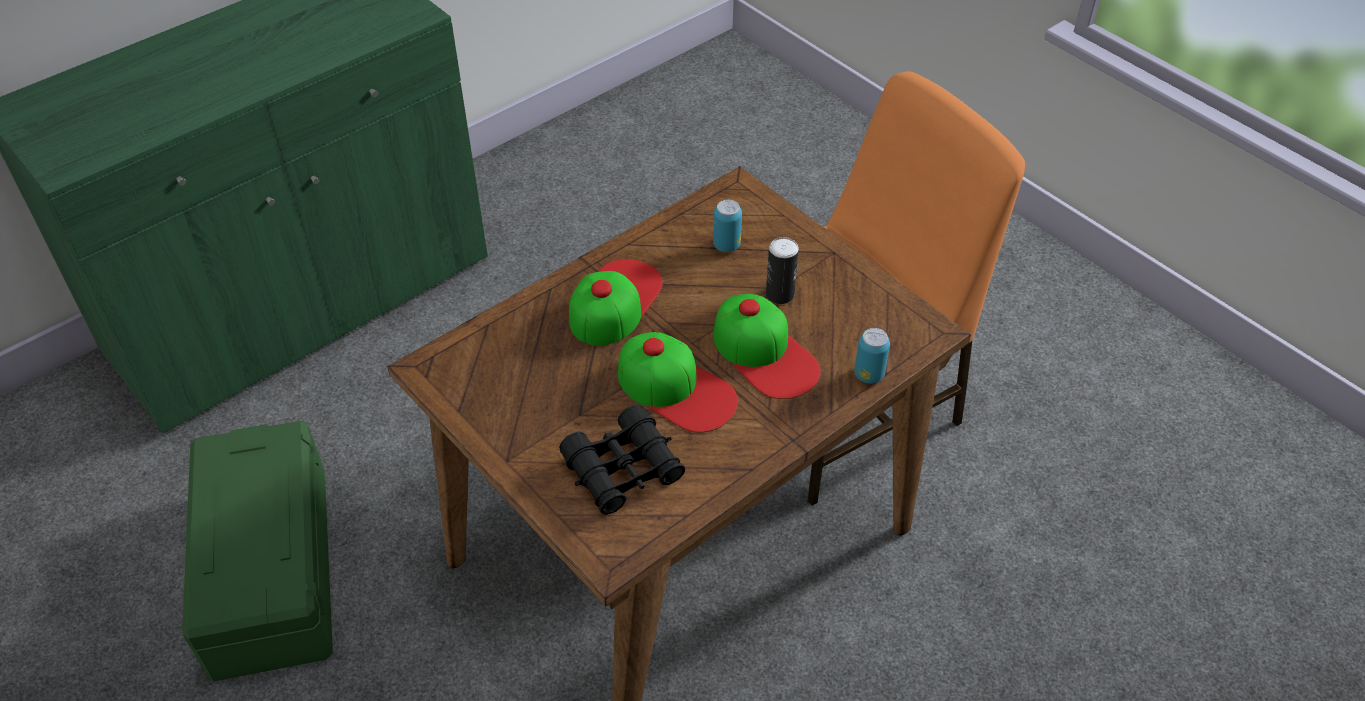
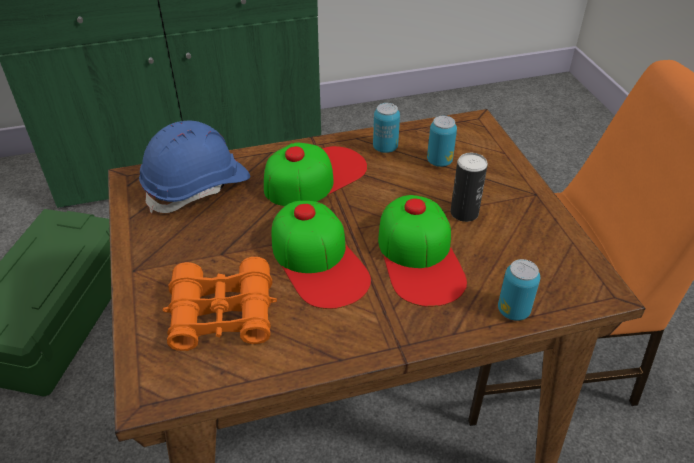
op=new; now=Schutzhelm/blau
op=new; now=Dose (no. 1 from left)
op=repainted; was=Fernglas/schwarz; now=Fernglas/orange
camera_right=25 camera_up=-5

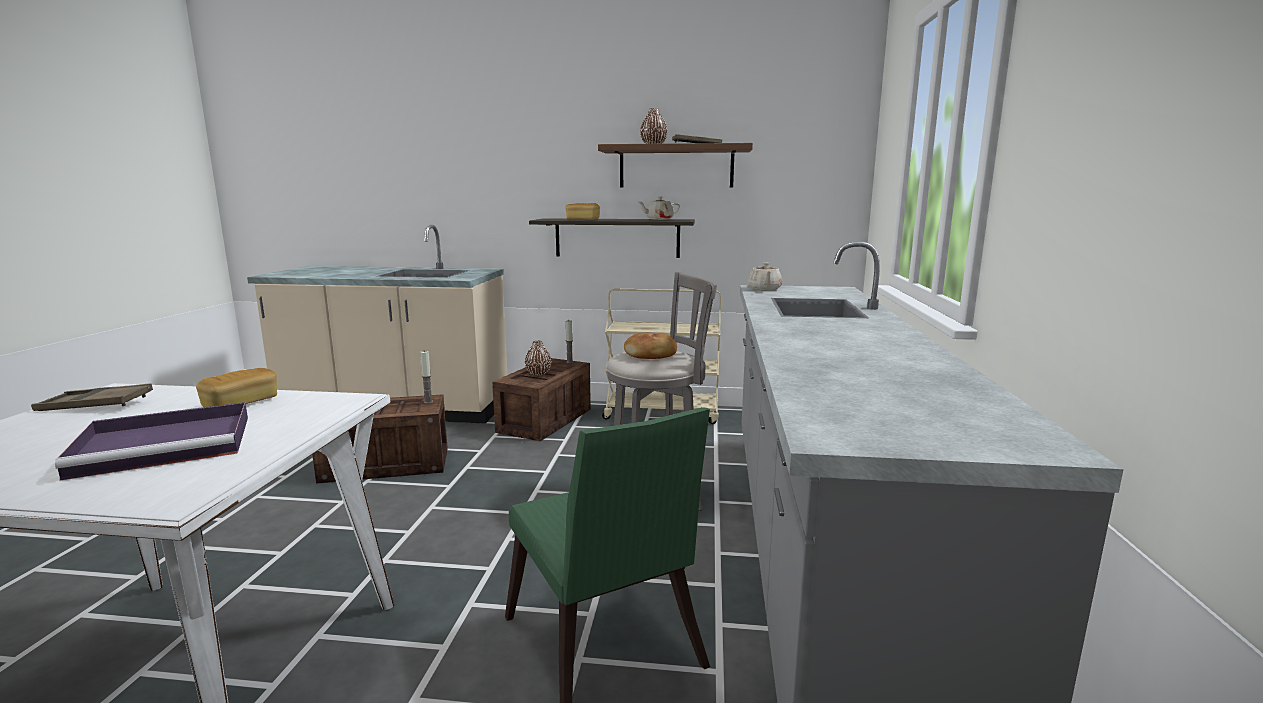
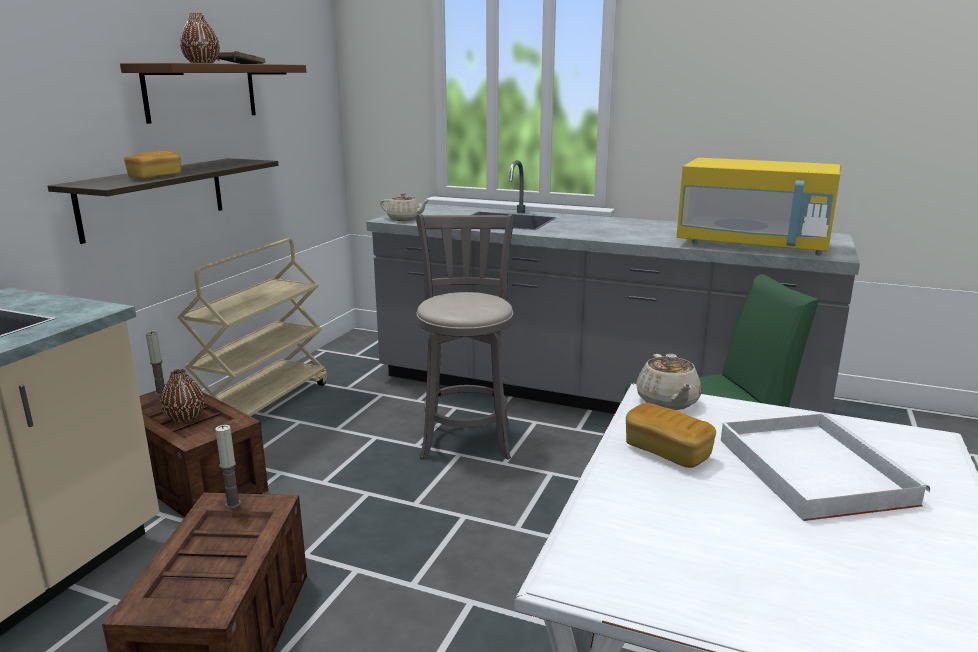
op=gone; was=Tablett/braun (no. 1 from left)
op=gone; was=Brot (no. 3 from left)
op=new; now=Mikrowelle/gelb
op=shifted; was=Teekanne/beige (no. 1 from left in the first image); now=Teekanne/beige (no. 2 from left)
op=repainted; was=Tablett/lila; now=Tablett/weiß
camera_right=-75 camera_up=5

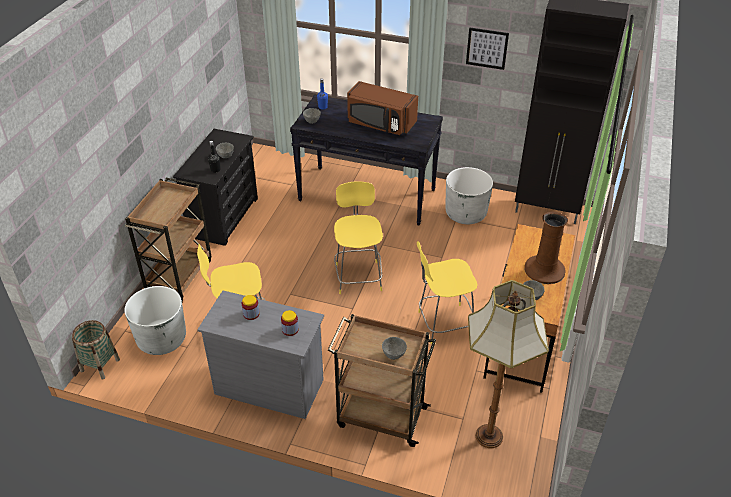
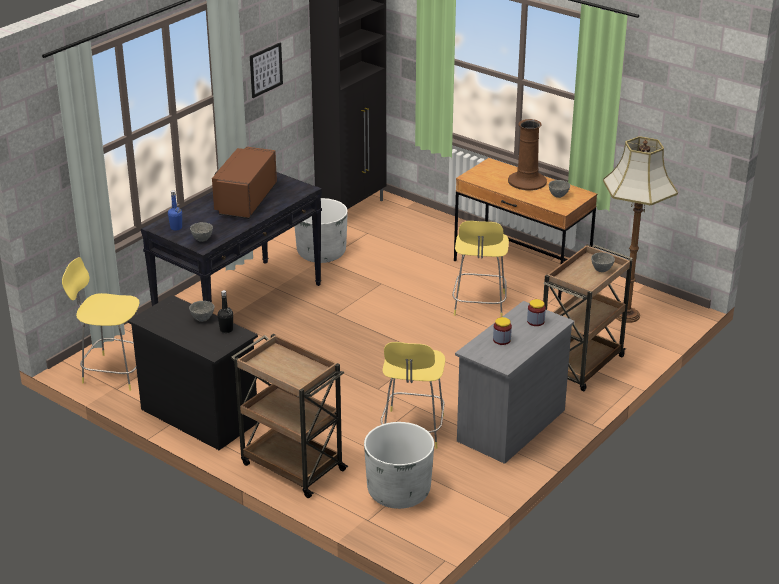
op=gone; was=Korb
op=shifted; was=Hocker/gelb (no. 2 from left in the first image); now=Hocker/gelb (no. 1 from left)
op=rotated; was=Mikrowelle/braun; clockwise=150
camera_right=-70 camera_up=-10

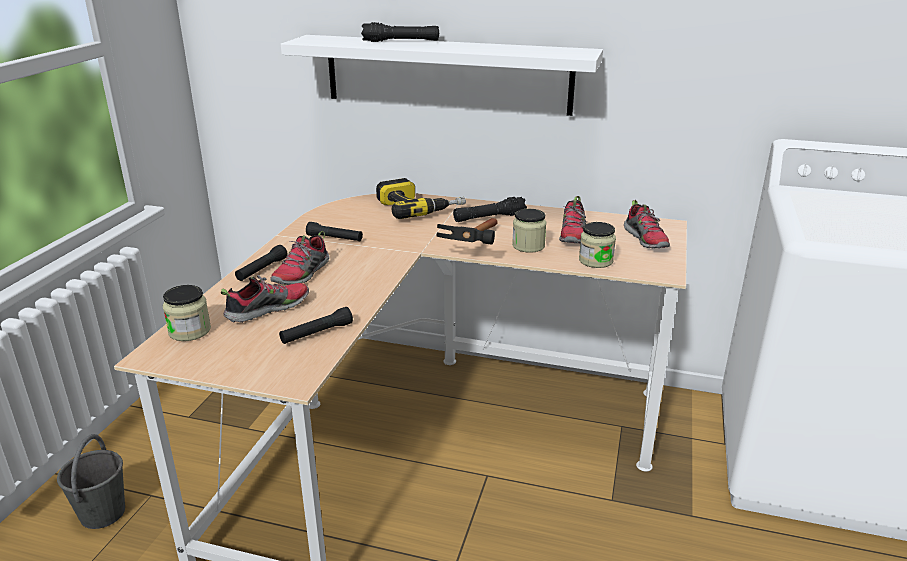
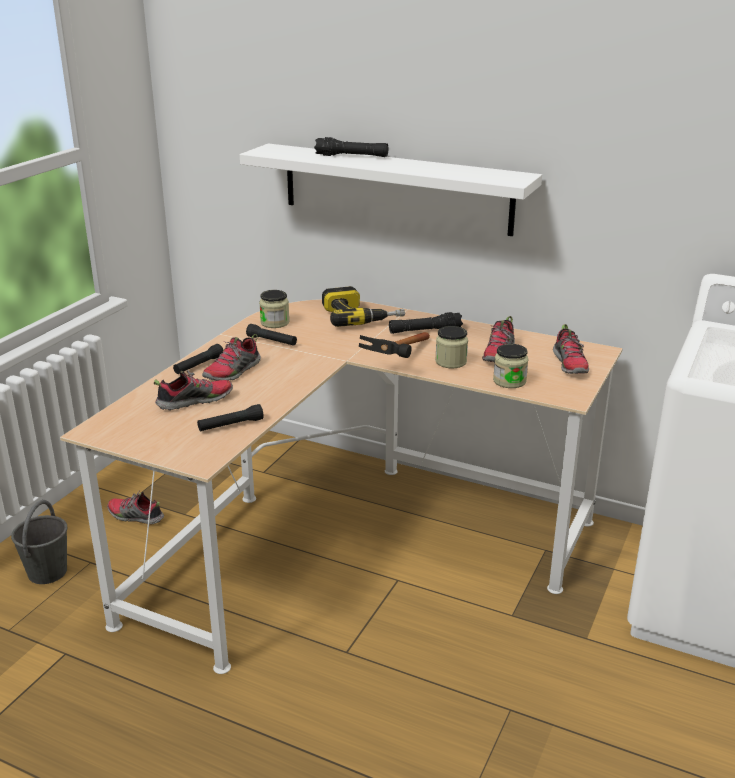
op=new; now=Schuh (no. 1 from left)
op=shifted; was=Vorratsglas (no. 1 from left)
camera_right=10 camera_up=0

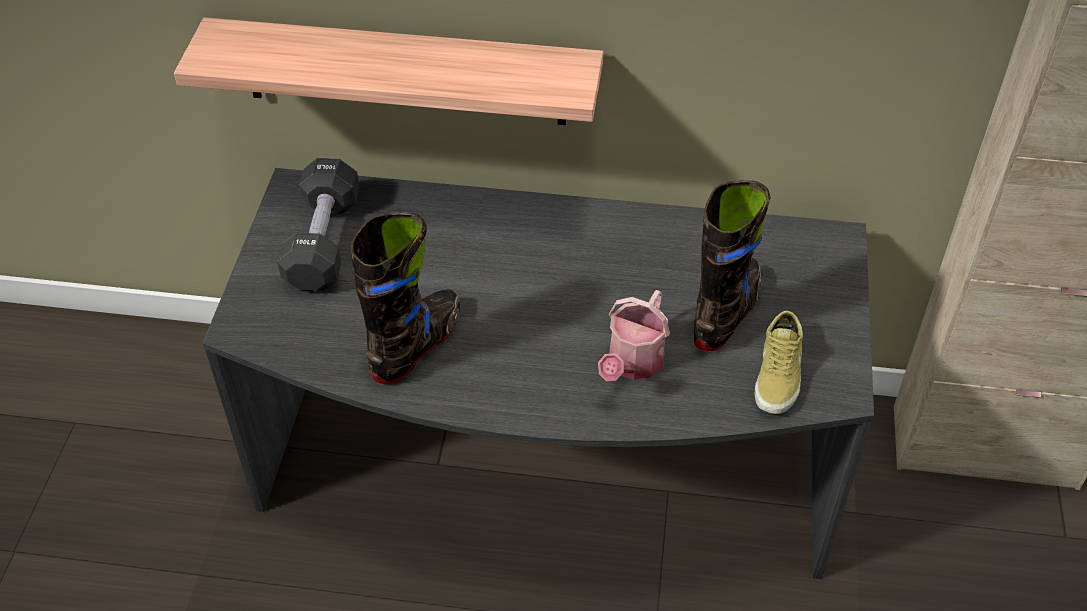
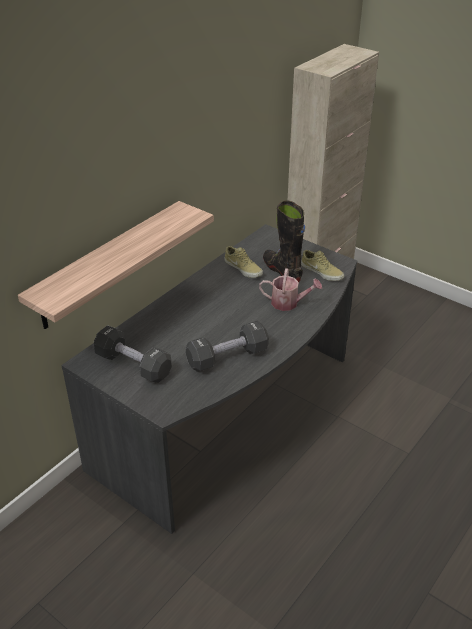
op=new; now=Schuh/beige (no. 1 from left)
op=swapped; was=Stiefel/schwarz (no. 1 from left); now=Hantel/schwarz (no. 2 from left)
op=rotated; was=Gießkanne; clockwise=-45
camera_right=-60 camera_up=-10

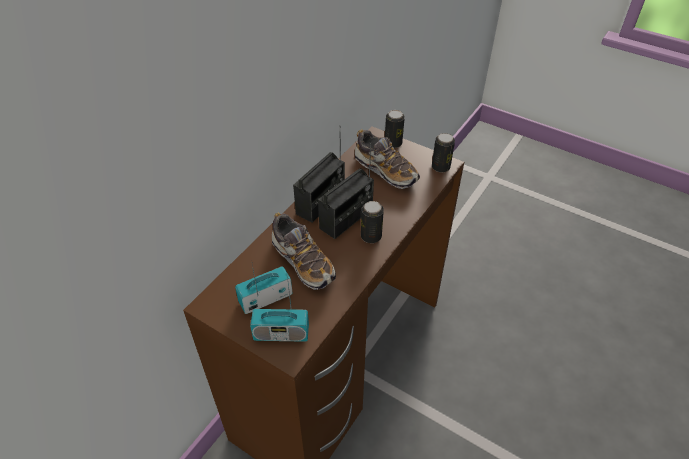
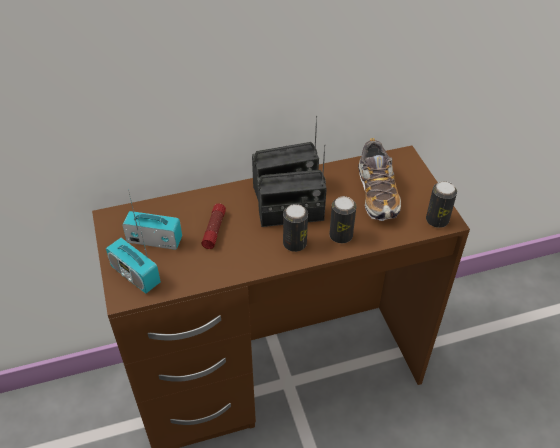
op=shifted; was=Dose (no. 2 from left)
op=swapped; was=Schuh (no. 1 from left); now=Taschenlampe
camera_right=40 camera_up=0

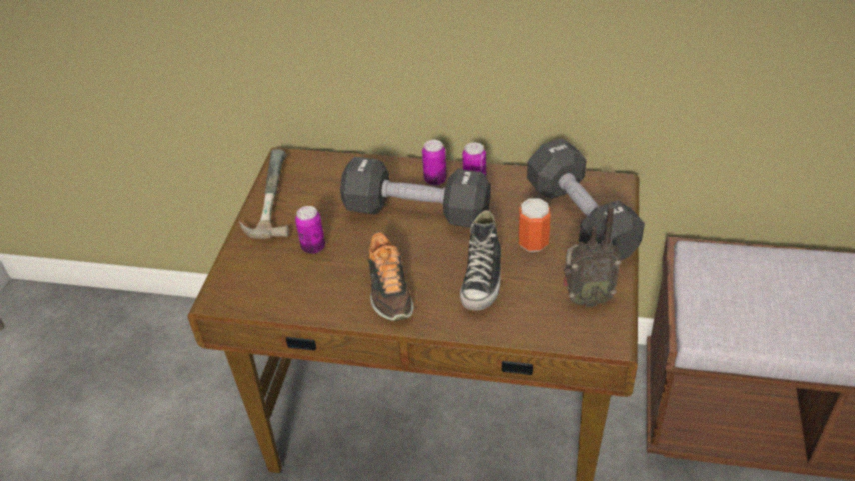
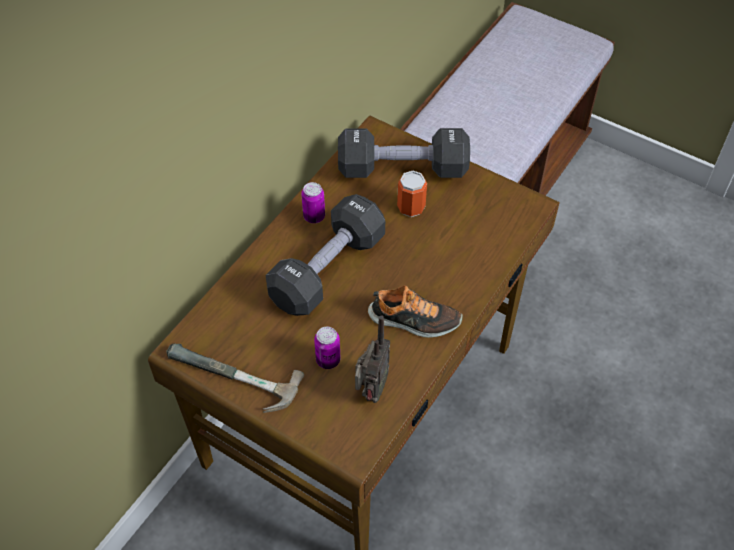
op=gone; was=Dose (no. 2 from left)
op=gone; was=Schuh (no. 2 from left)
op=shifted; was=Radio
camera_right=-70 camera_up=10

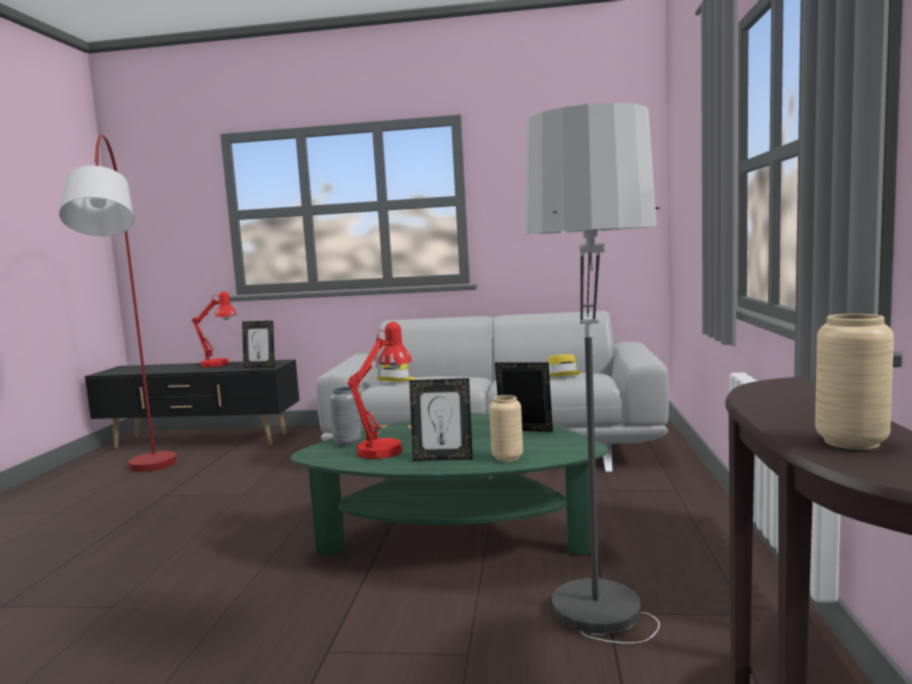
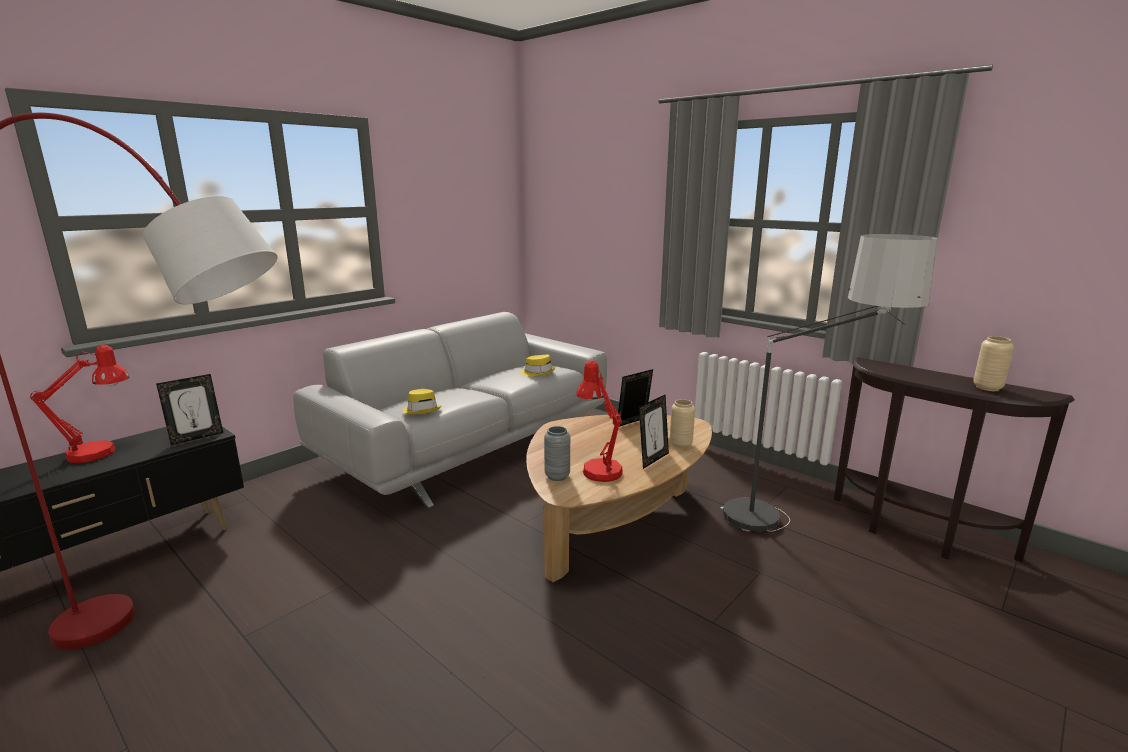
op=repainted; was=Couchtisch/grün; now=Couchtisch/braun
camera_right=-55 camera_up=10

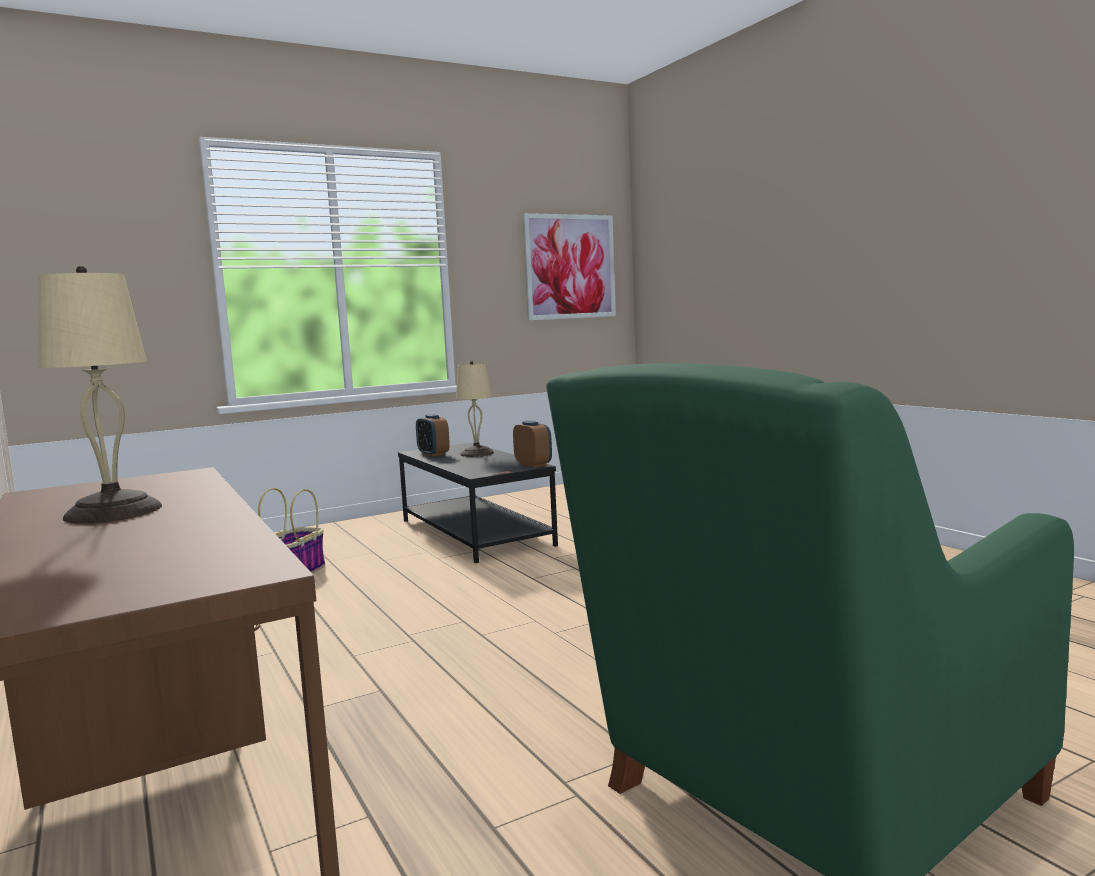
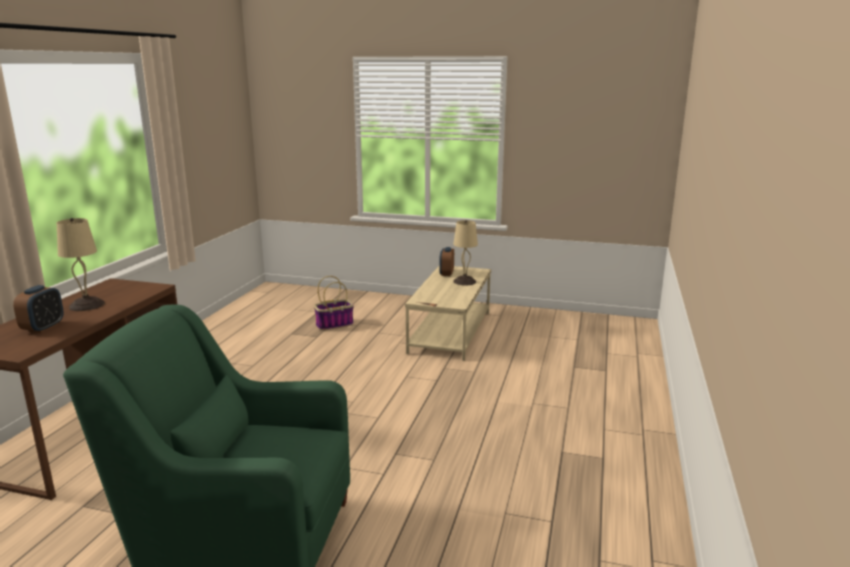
op=gone; was=Bild
op=shifted; was=Wecker (no. 2 from left in the first image); now=Wecker (no. 1 from left)
op=repainted; was=Couchtisch/schwarz; now=Couchtisch/beige
camera_right=45 camera_up=10

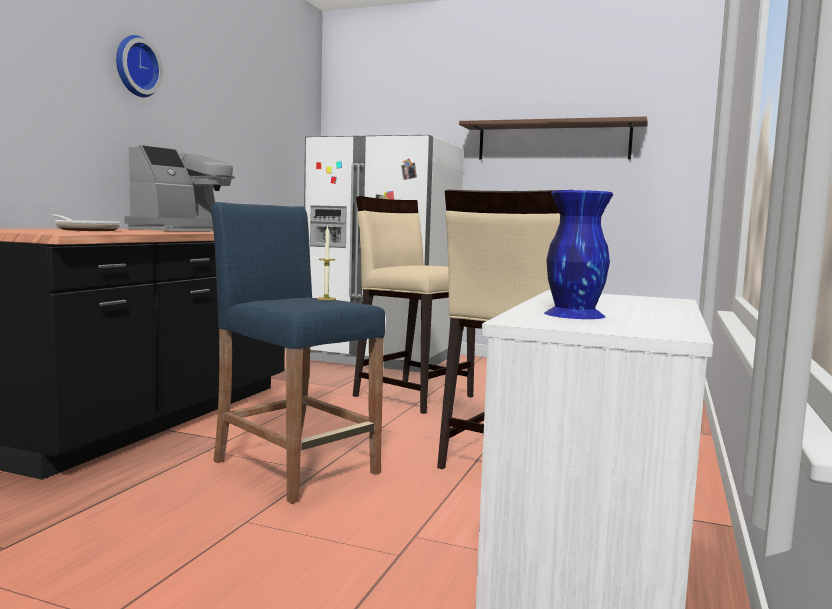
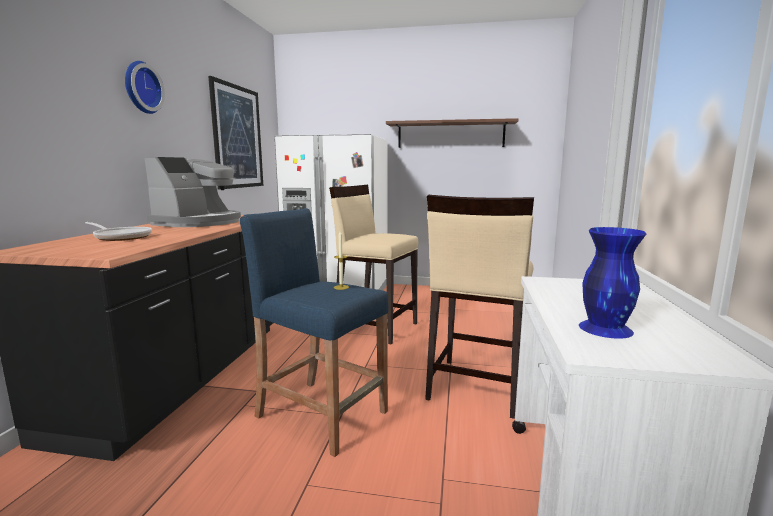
op=new; now=Bild
camera_right=-10 camera_up=5

